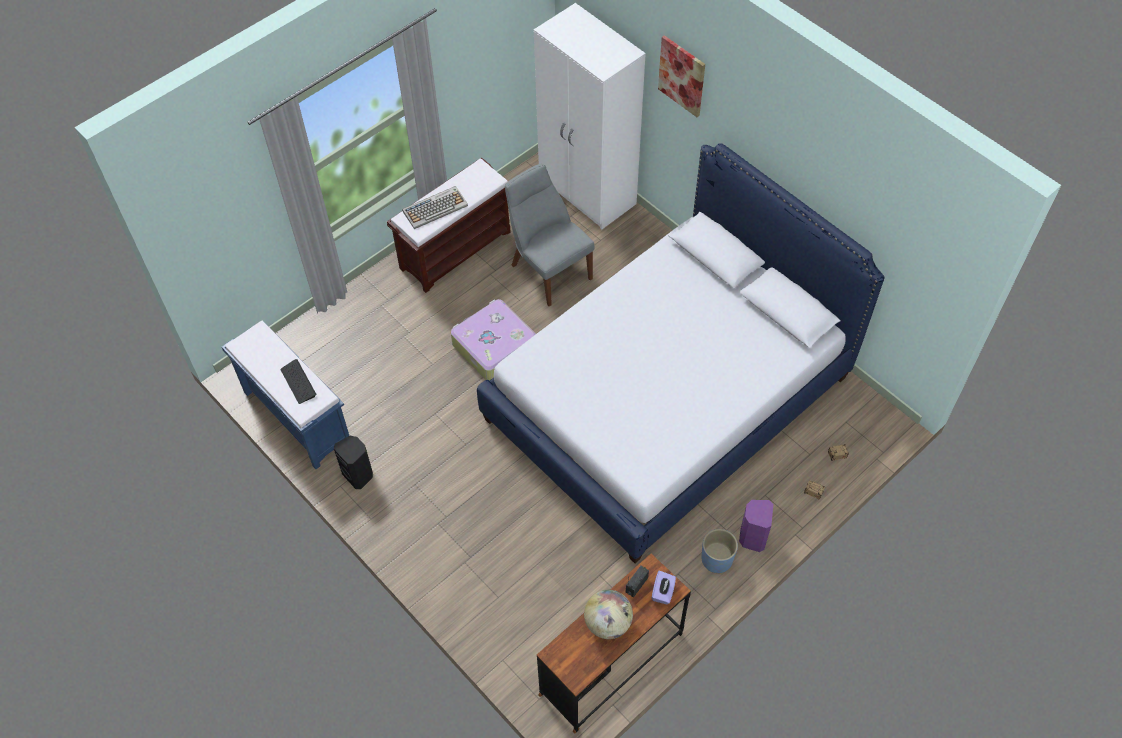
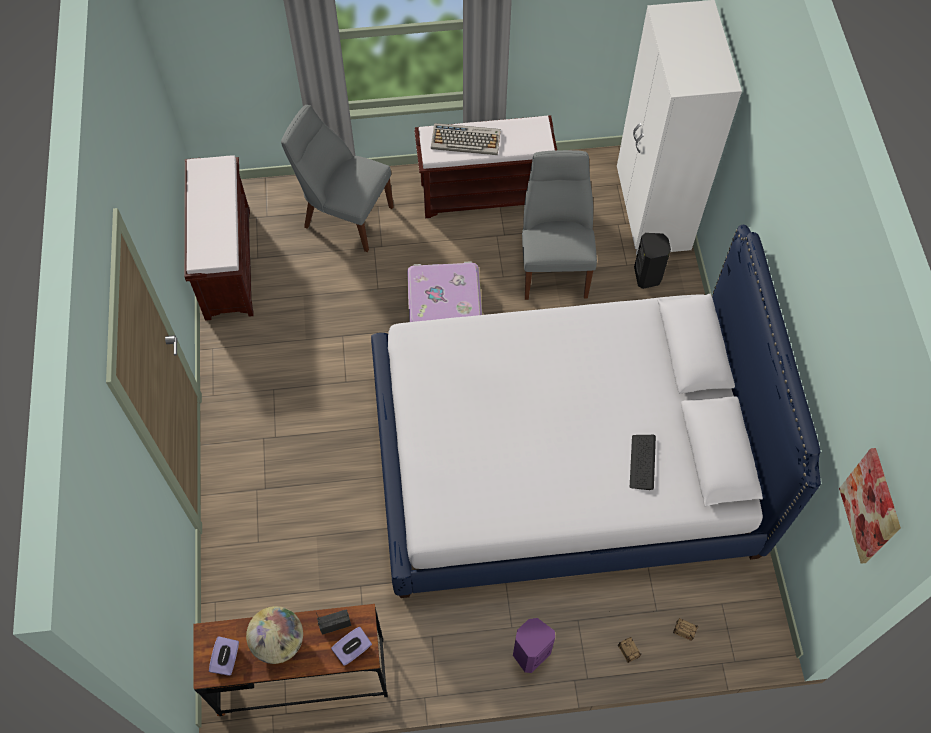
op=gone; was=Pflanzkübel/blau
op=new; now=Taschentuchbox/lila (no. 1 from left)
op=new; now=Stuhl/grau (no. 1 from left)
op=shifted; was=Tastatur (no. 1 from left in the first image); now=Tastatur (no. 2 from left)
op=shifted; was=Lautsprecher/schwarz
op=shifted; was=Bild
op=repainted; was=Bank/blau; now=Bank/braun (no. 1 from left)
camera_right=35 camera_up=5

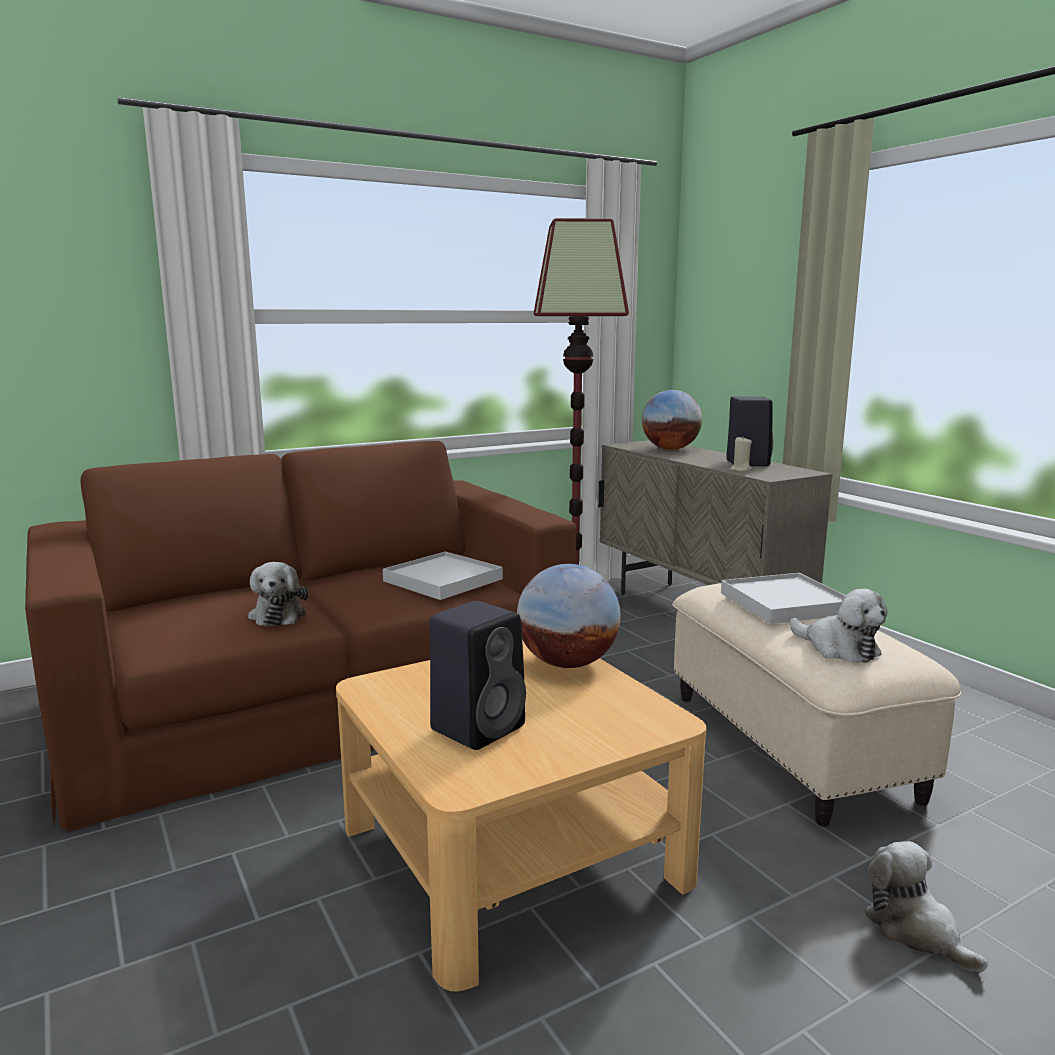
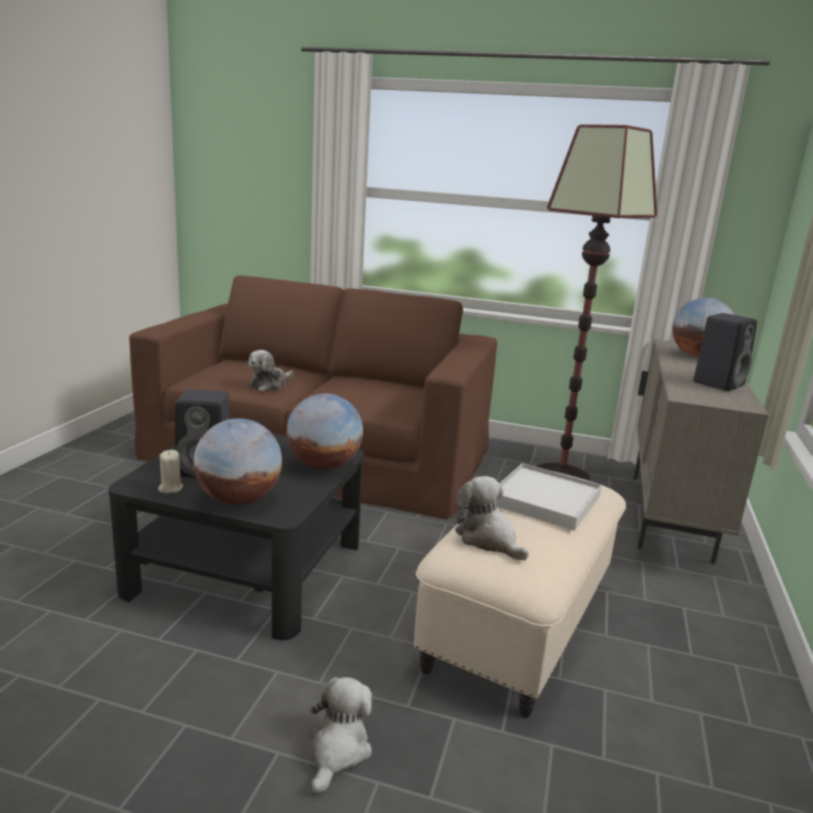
op=gone; was=Tablett/weiß (no. 1 from left)
op=new; now=Globus (no. 1 from left)
op=shifted; was=Kerze/beige
op=repainted; was=Couchtisch/beige; now=Couchtisch/schwarz
op=rotated; was=Plüschtier (no. 2 from left in the first image); clockwise=135
camera_right=45 camera_up=5

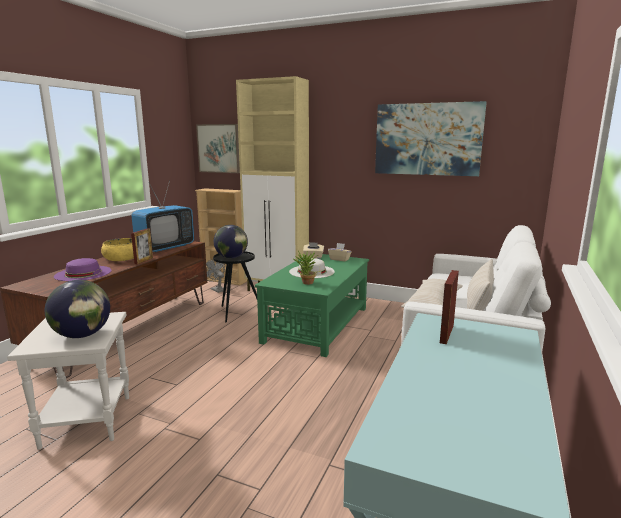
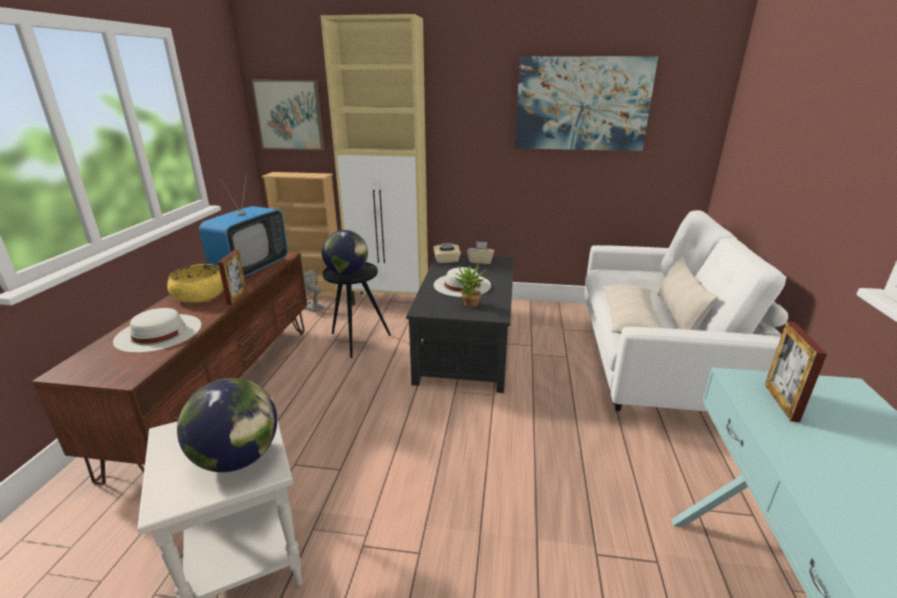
op=repainted; was=Hut/lila; now=Hut/weiß (no. 1 from left)
op=repainted; was=Couchtisch/grün; now=Couchtisch/schwarz
camera_right=-15 camera_up=10

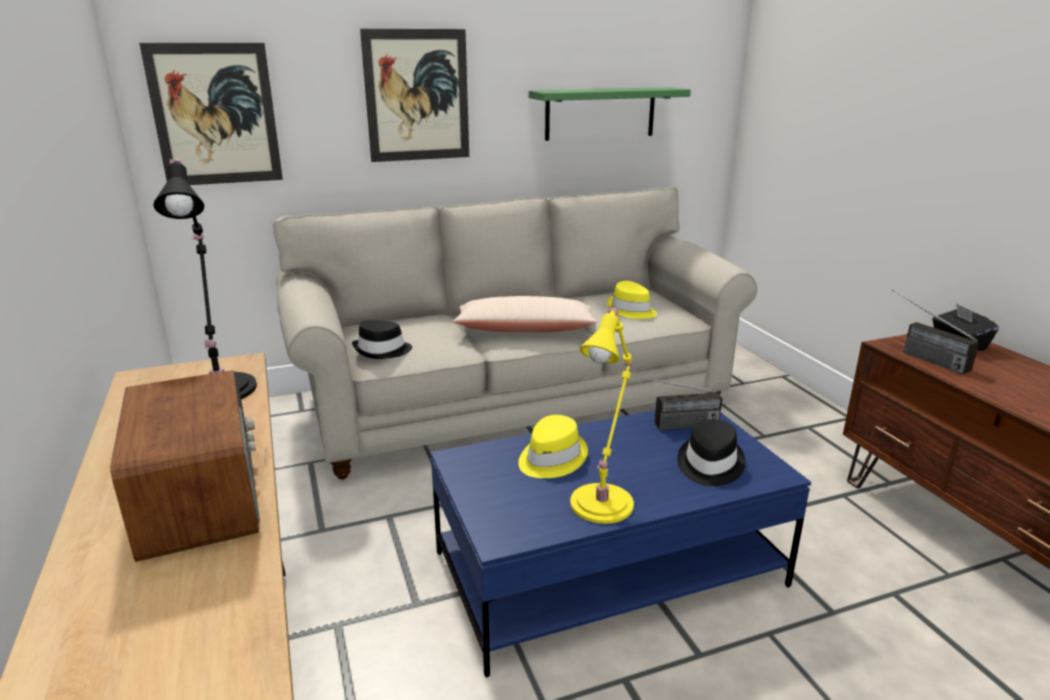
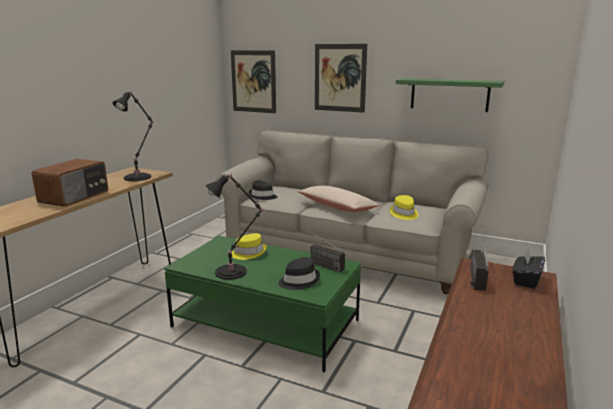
op=repainted; was=Couchtisch/blau; now=Couchtisch/grün
op=repainted; was=Tischlampe/gelb; now=Tischlampe/schwarz (no. 2 from left)
camera_right=45 camera_up=-5

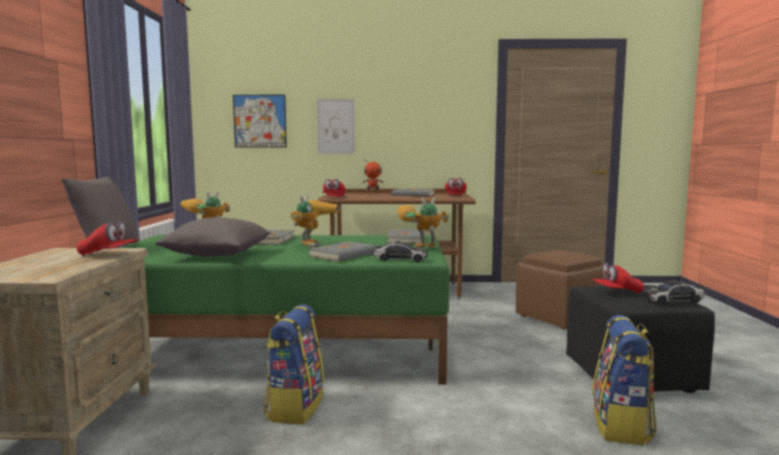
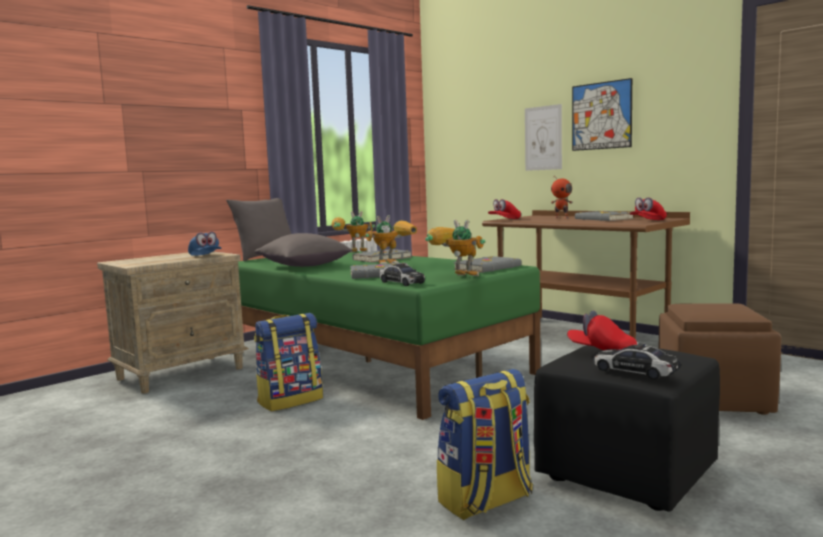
op=shifted; was=Bild (no. 1 from left in the first image); now=Bild (no. 2 from left)
op=repainted; was=Kappe/rot (no. 1 from left); now=Kappe/blau
camera_right=45 camera_up=0

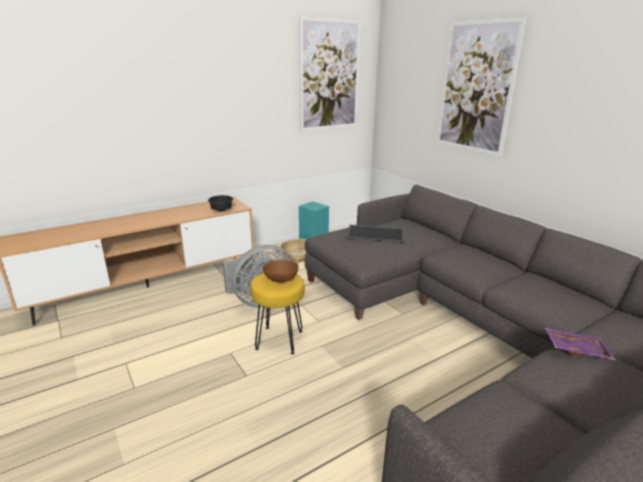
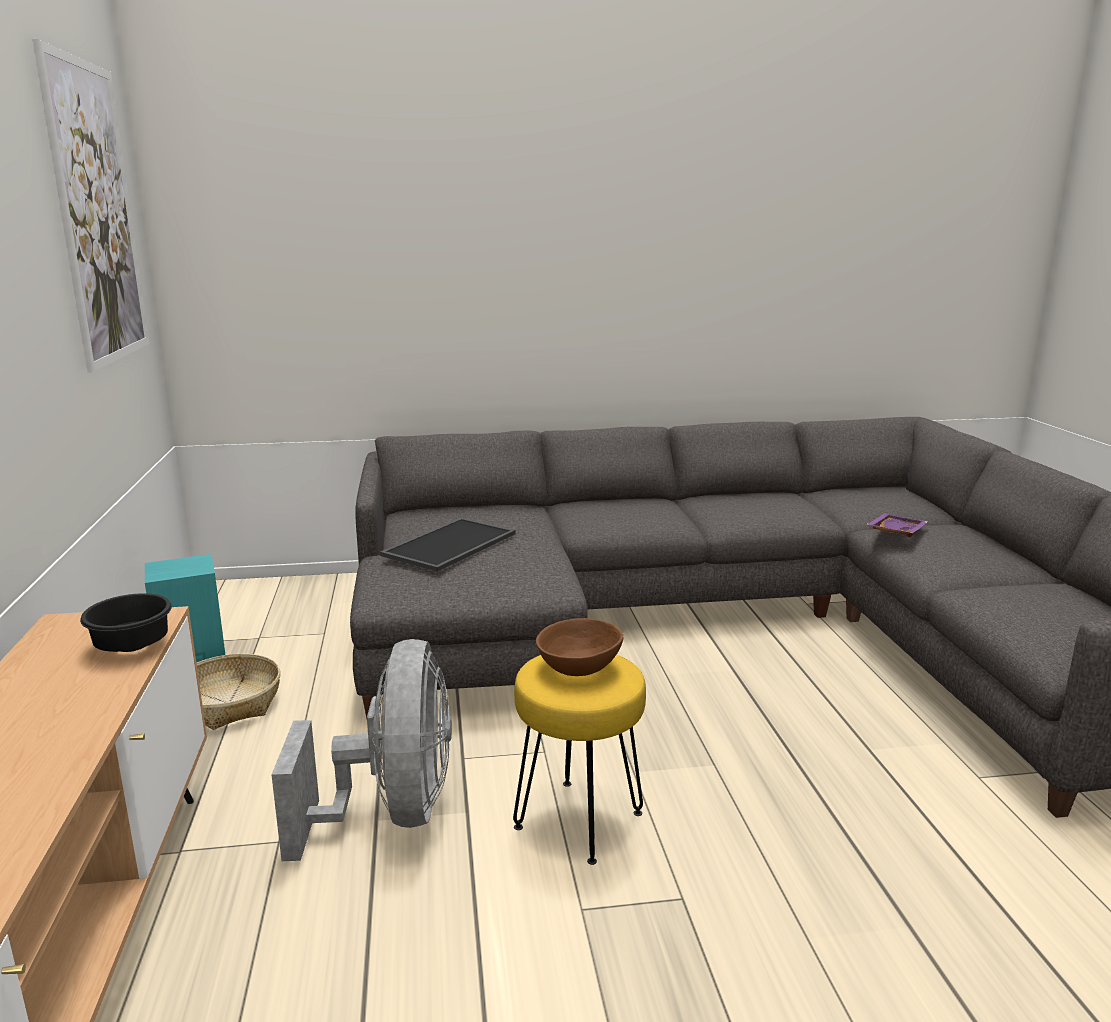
op=gone; was=Bild (no. 2 from left)
camera_right=-65 camera_up=-5

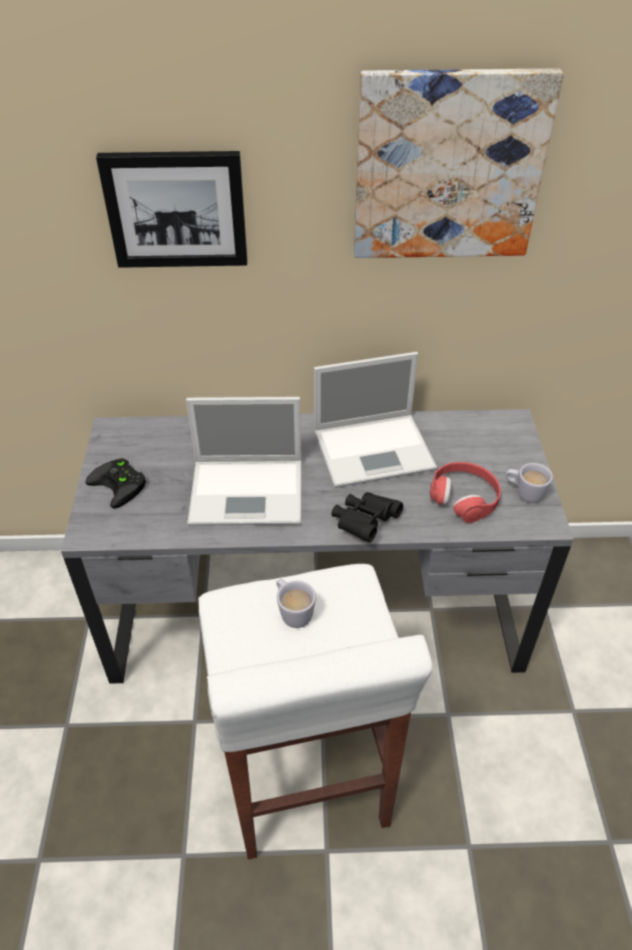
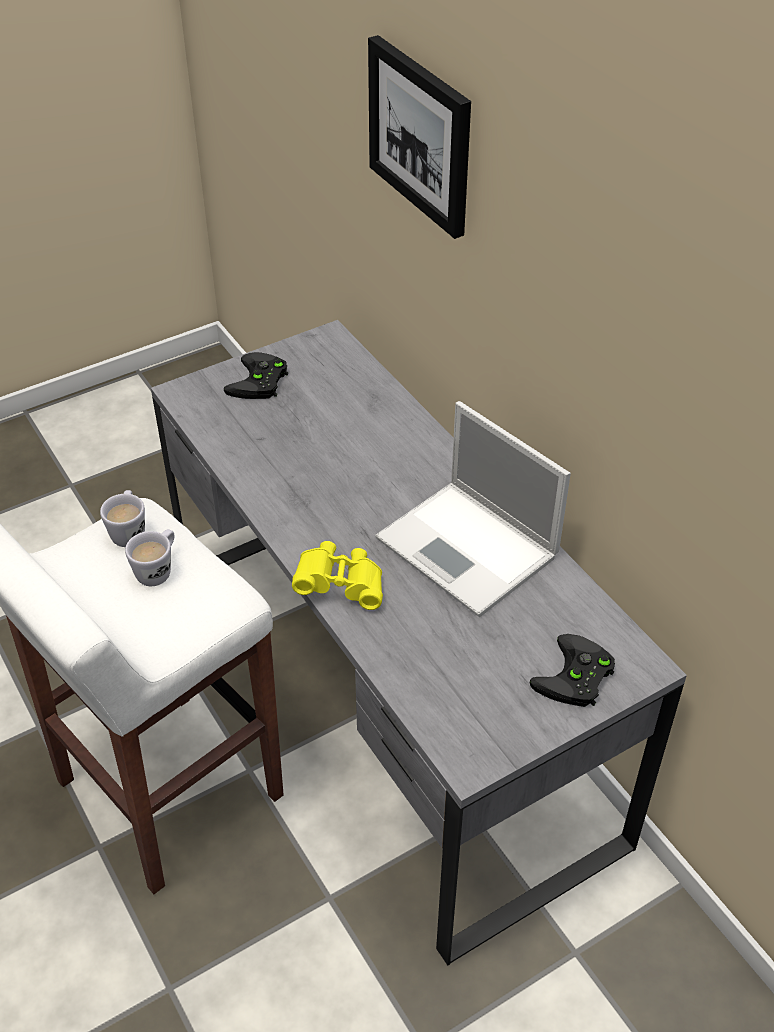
op=gone; was=Laptop (no. 1 from left)
op=gone; was=Bild (no. 2 from left)
op=gone; was=Kopfhörer/rot
op=new; now=Gamepad/schwarz (no. 2 from left)
op=shifted; was=Henkelbecher/weiß (no. 2 from left in the first image); now=Henkelbecher/weiß (no. 1 from left)
op=repainted; was=Fernglas/schwarz; now=Fernglas/gelb
camera_right=60 camera_up=0

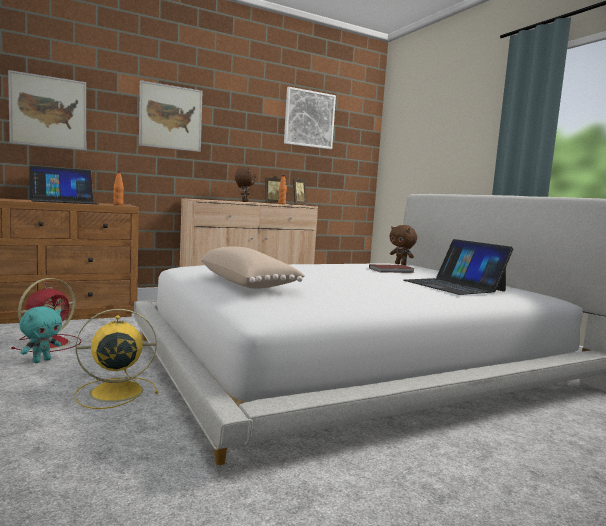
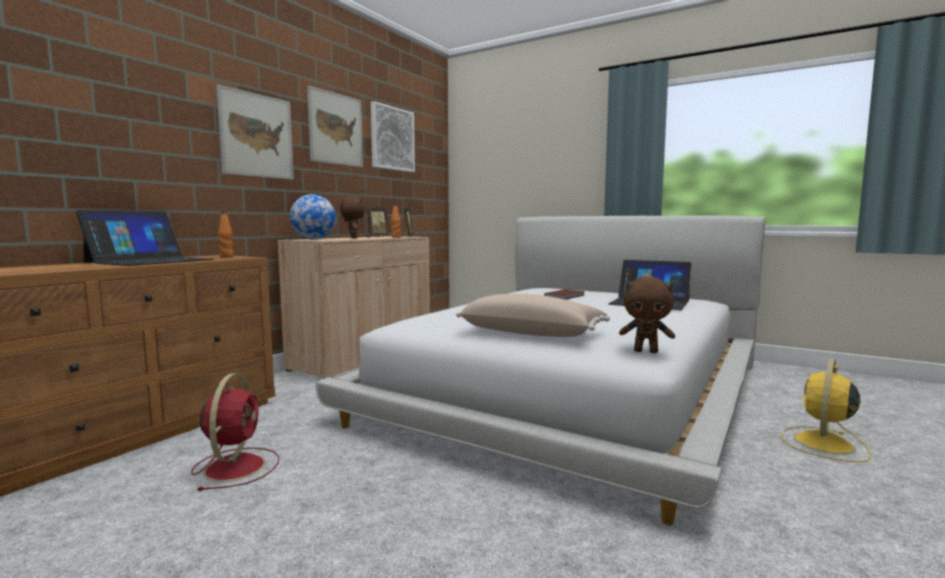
op=gone; was=Plüschtier/türkis
op=new; now=Globus
op=shifted; was=Bild (no. 1 from left in the first image); now=Bild (no. 2 from left)
op=shifted; was=Ventilator/gelb
op=shifted; was=Plüschtier/braun (no. 2 from left)
camera_right=-30 camera_up=0

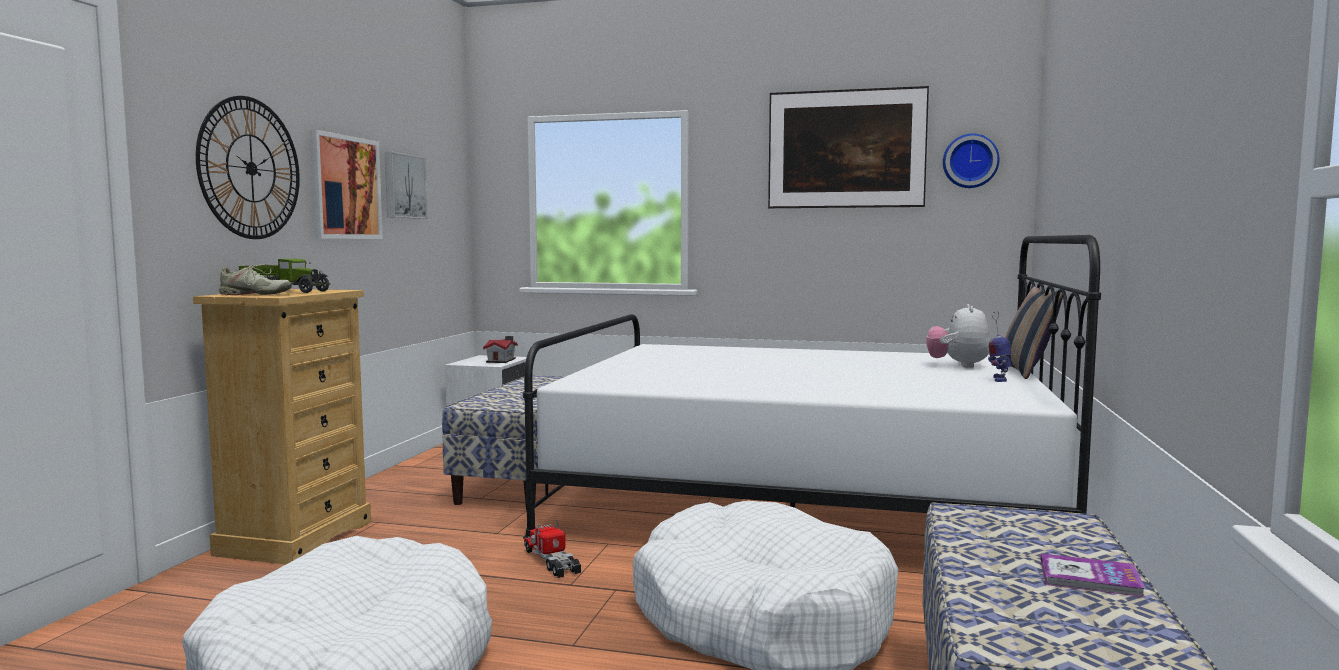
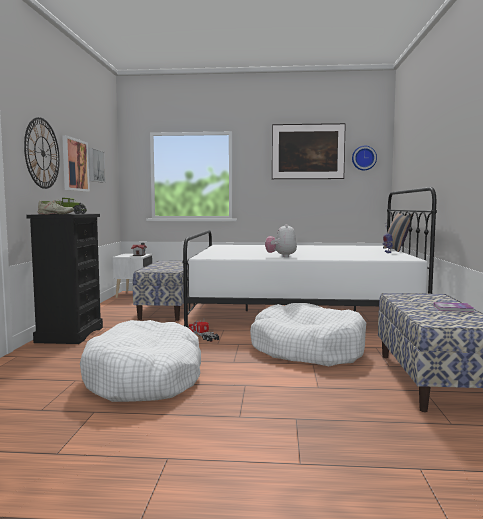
op=shifted; was=Plüschtier
op=repainted; was=Kommode/beige; now=Kommode/schwarz
camera_right=-10 camera_up=0

